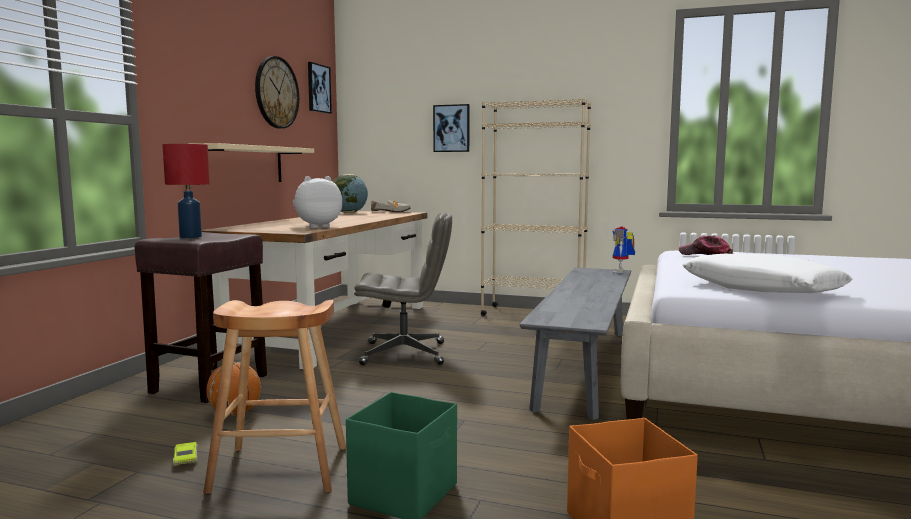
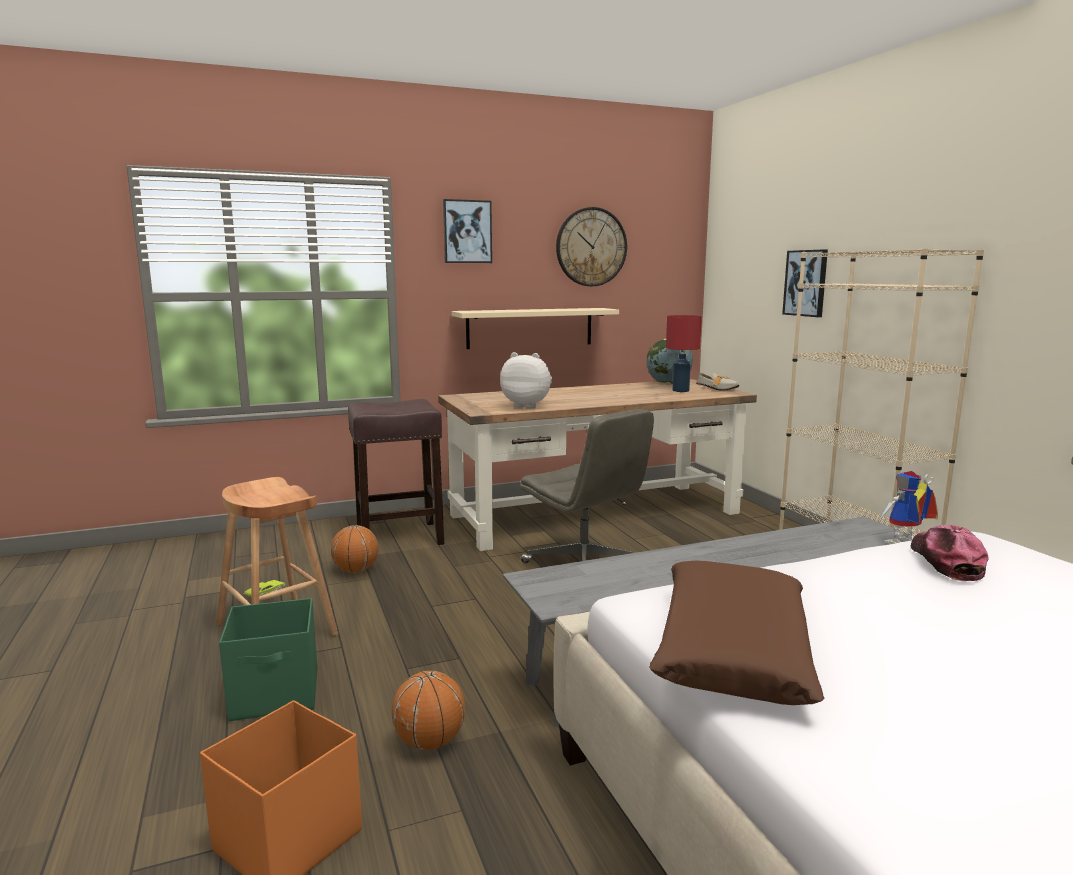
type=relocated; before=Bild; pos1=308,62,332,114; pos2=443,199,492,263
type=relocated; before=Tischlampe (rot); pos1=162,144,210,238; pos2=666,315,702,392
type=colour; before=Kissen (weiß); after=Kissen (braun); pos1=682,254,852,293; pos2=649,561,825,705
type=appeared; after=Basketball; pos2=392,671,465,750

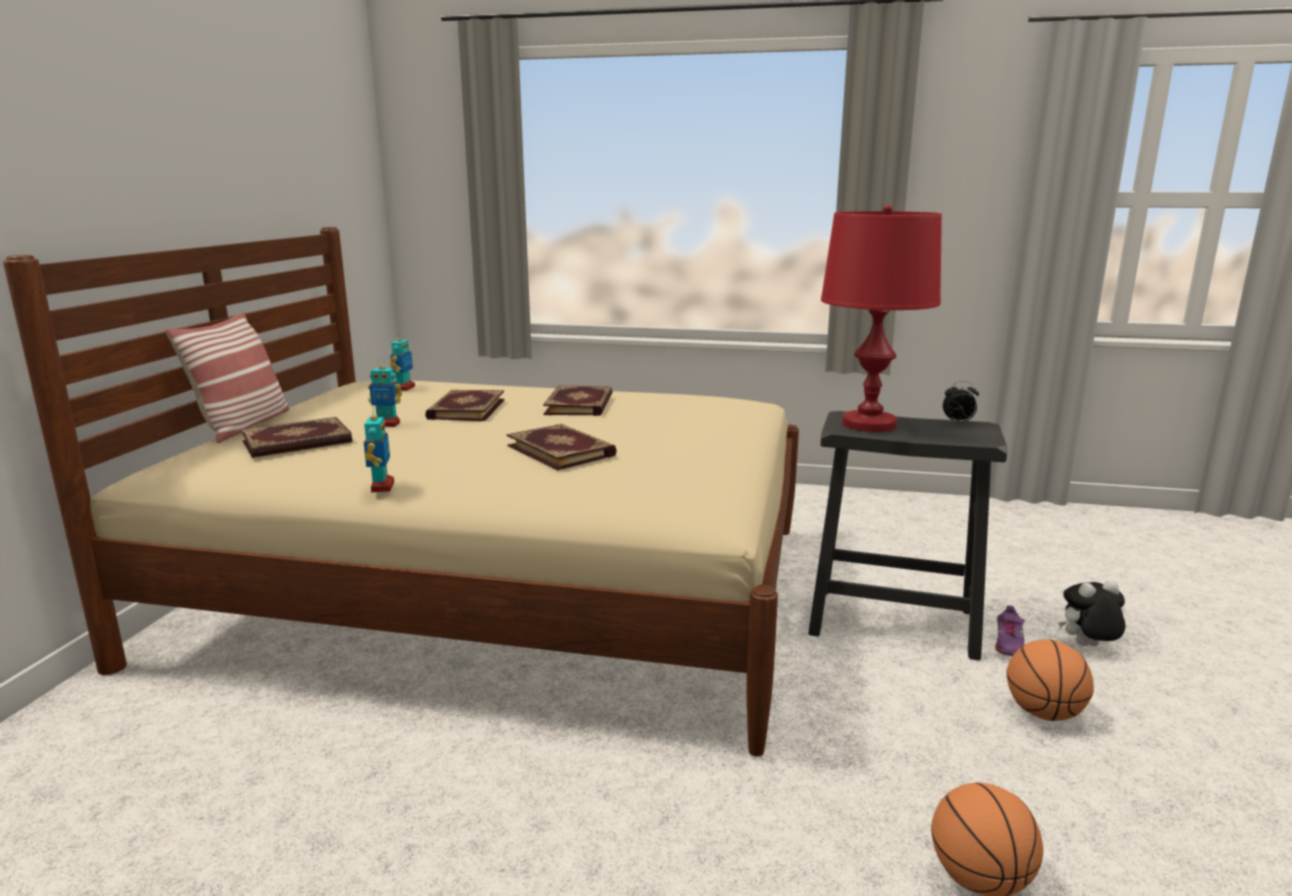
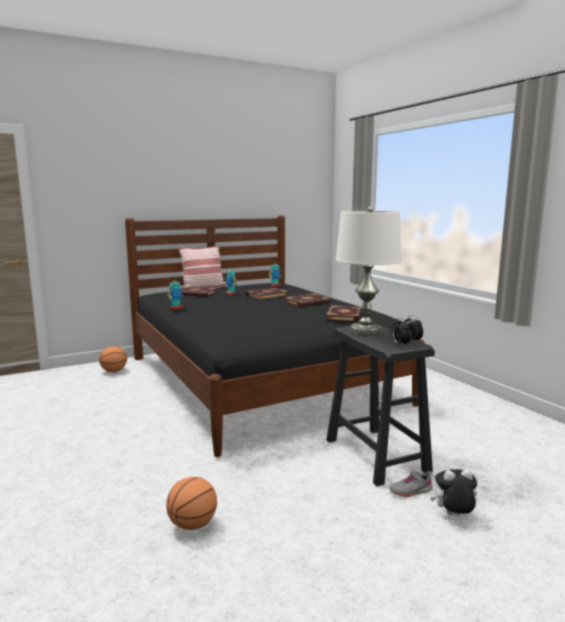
type=colour; before=Tischlampe (rot); after=Tischlampe (weiß); pos1=821,204,942,432; pos2=335,207,402,335
type=colour; before=Bett (beige); after=Bett (schwarz); pos1=3,227,799,757; pos2=125,215,425,457
type=relocated; before=Buch; pos1=507,424,617,470; pos2=326,305,361,322
type=spun; before=Plüschtier; pos1=1059,580,1125,646; pos2=430,469,477,516; turn=-45
type=colour; before=Schuh (lila); after=Schuh (grau); pos1=995,605,1025,656; pos2=389,470,432,497
type=relocated; before=Basketball; pos1=1007,639,1094,721; pos2=99,346,127,372
type=appeared; after=Wecker; pos2=391,318,411,346

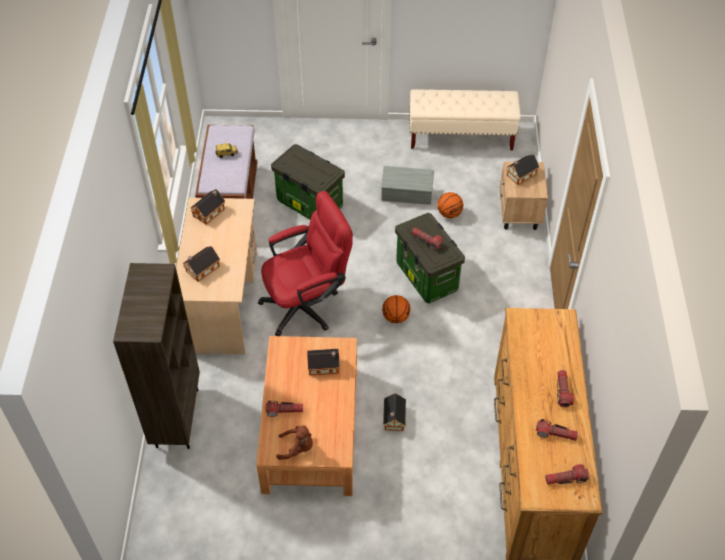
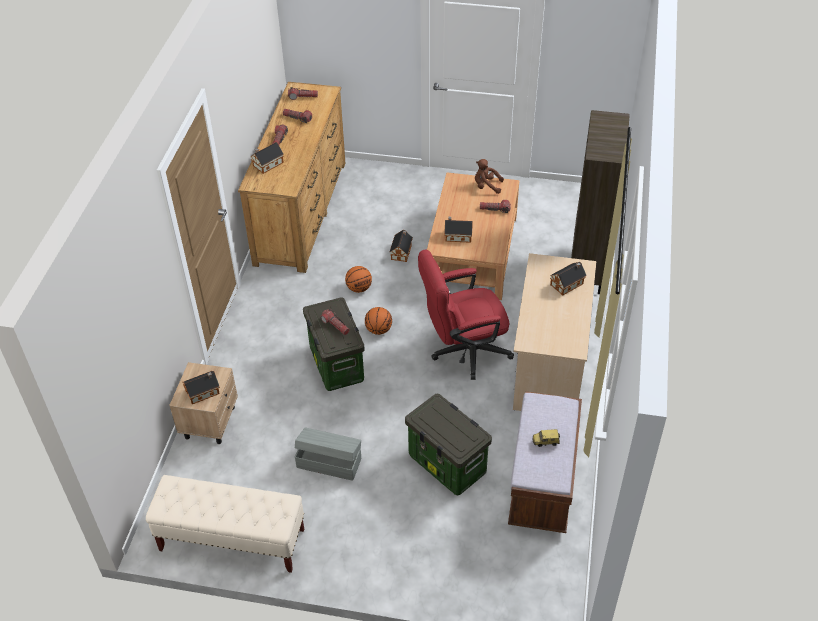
type=relocated; before=Spielzeughaus; pos1=191,189,225,225; pos2=250,142,284,174
type=relocated; before=Basketball; pos1=437,192,463,218; pos2=345,266,372,293

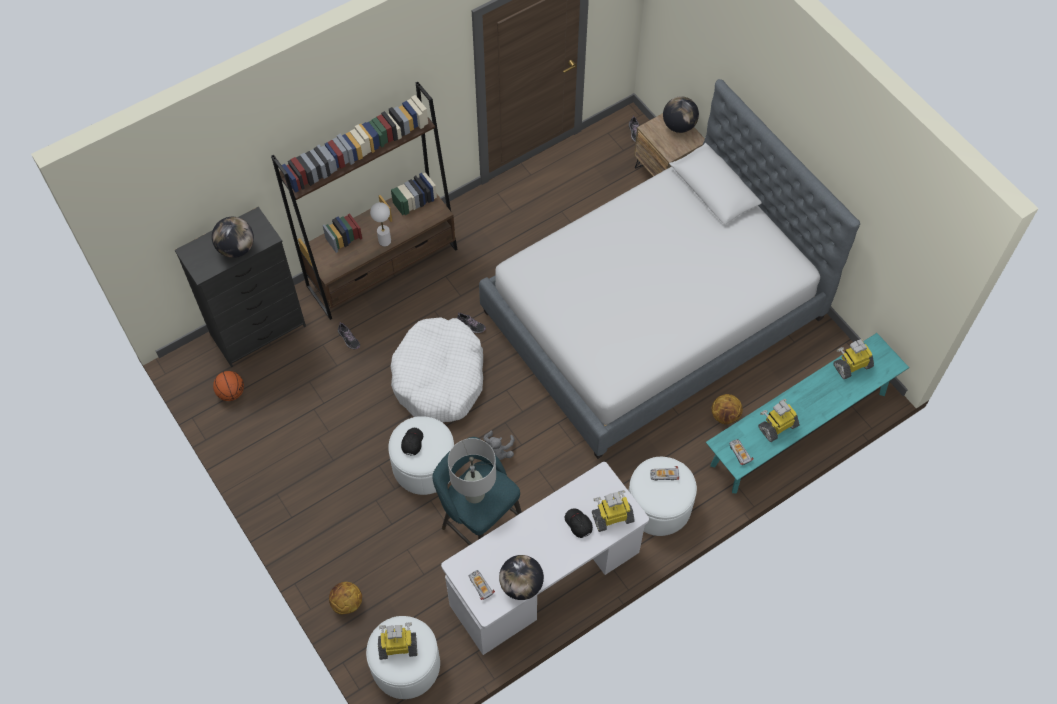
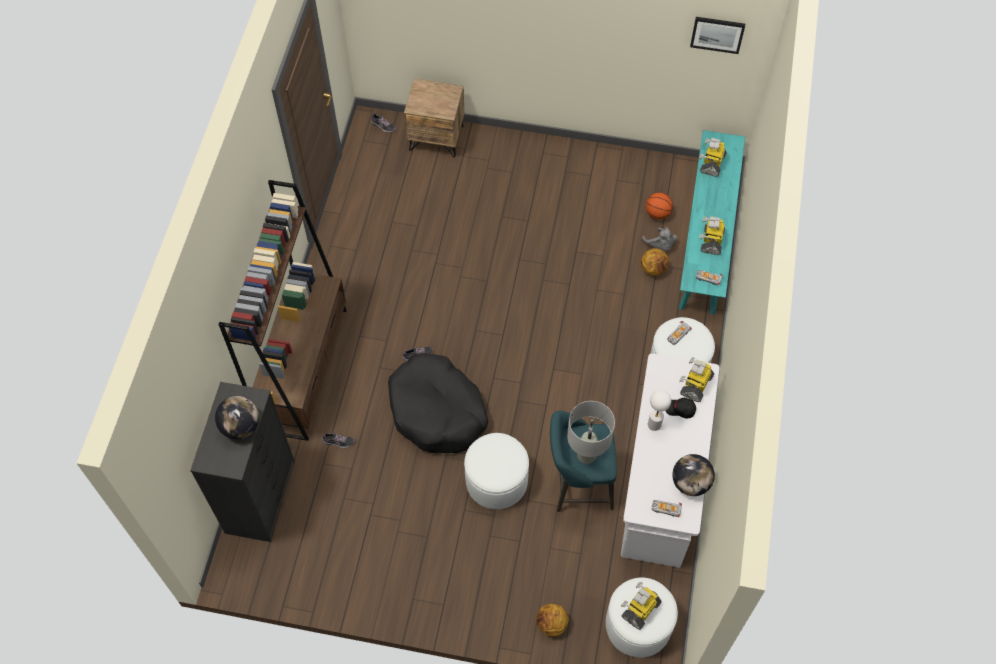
type=missing; before=Bett; pos1=479,79,860,459
type=missing; before=Globus; pos1=663,96,699,133
type=relocated; before=Tischlampe (weiß); pos1=370,202,391,247; pos2=648,390,671,431
type=colour; before=Hundebett (weiß); after=Hundebett (schwarz); pos1=391,317,483,422; pos2=388,354,488,453
type=relocated; before=Basketball; pos1=213,371,244,401; pos2=646,193,673,220
type=missing; before=Kappe (schwarz); pos1=401,428,423,456
type=relocated; before=Plüschtier (grau); pos1=483,430,515,460; pos2=642,227,677,251
type=appeared; after=Bild; pos2=690,17,745,54

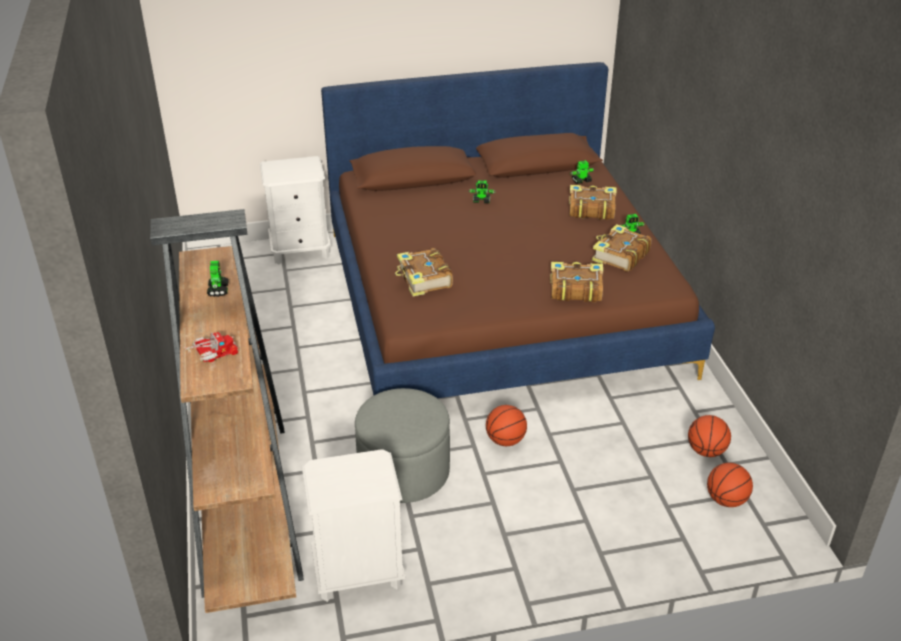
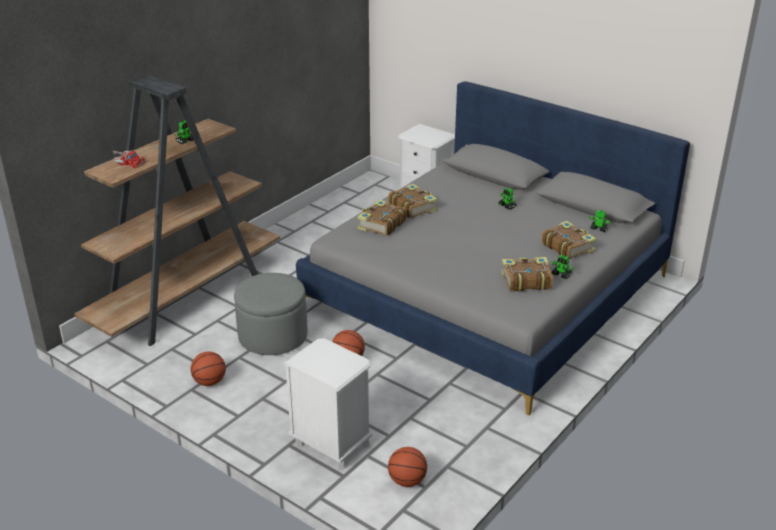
type=colour; before=Bett (braun); after=Bett (grau); pos1=321,62,715,399; pos2=296,81,690,415
type=relocated; before=Buch; pos1=550,262,603,302; pos2=388,184,437,218
type=relocated; before=Basketball; pos1=688,415,731,457; pos2=191,351,226,386
type=relocated; before=Nachttisch (weiß); pos1=302,449,406,602; pos2=284,338,372,470

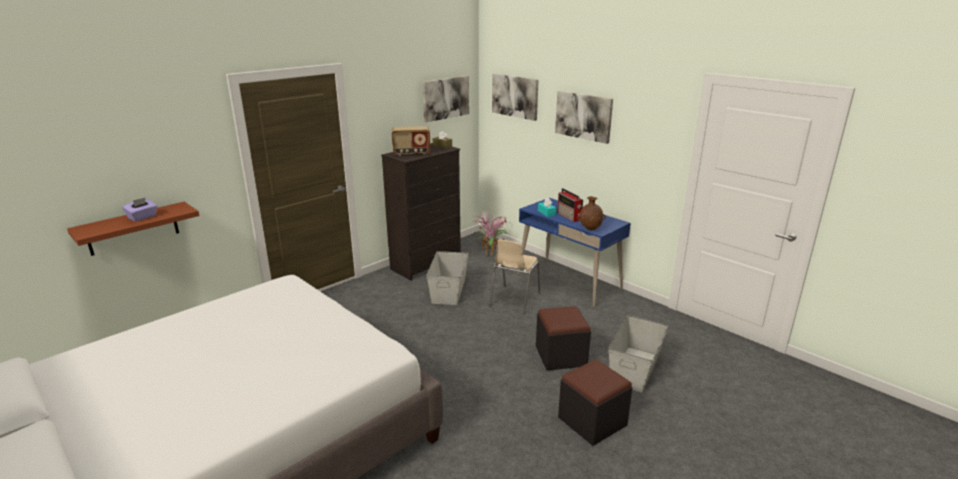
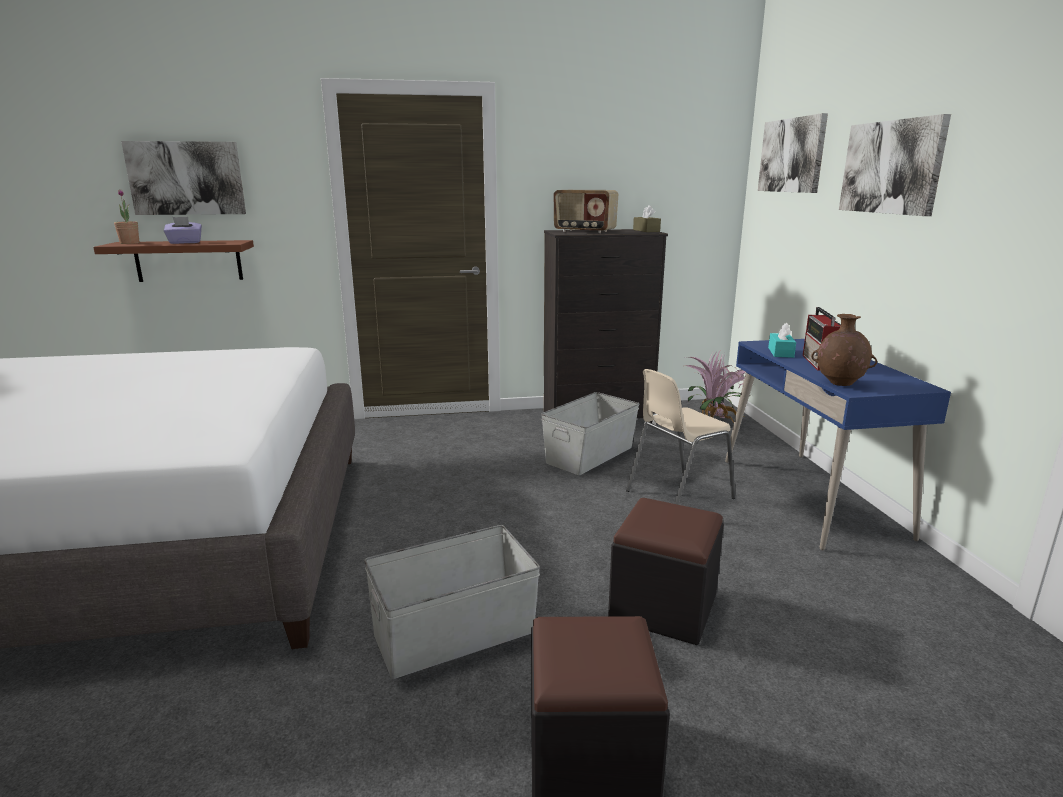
type=relocated; before=Bild; pos1=423,76,469,122; pos2=121,141,246,215
type=relocated; before=Aufbewahrungsbox (grau); pos1=608,315,668,393; pos2=364,525,540,679
type=appeared; after=Topfpflanze; pos2=114,189,139,244

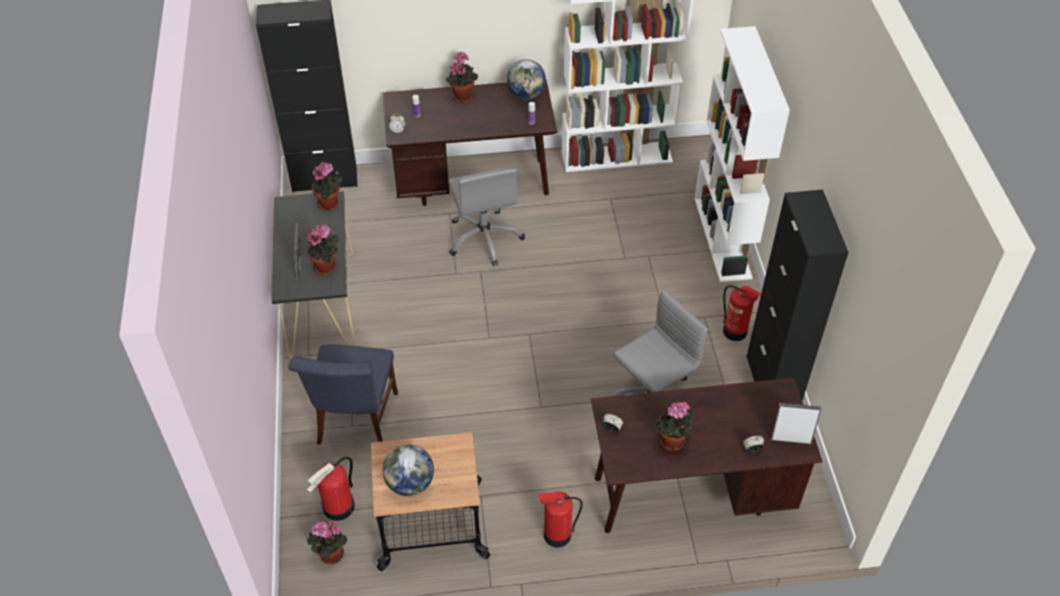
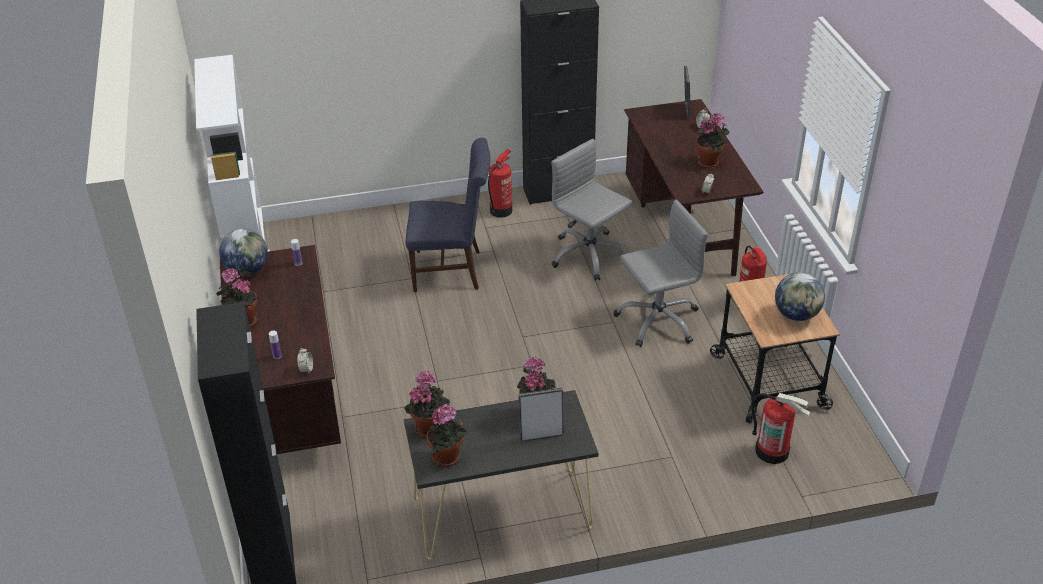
type=missing; before=Bücherregal (weiß); pos1=695,26,790,282
type=relocated; before=Bürostuhl (grau); pos1=448,168,525,266; pos2=613,200,708,347
type=relocated; before=Stuhl (blau); pos1=288,345,398,445; pos2=405,138,491,292
type=relocated; before=Topfpflanze; pos1=307,521,348,565; pos2=426,404,467,467

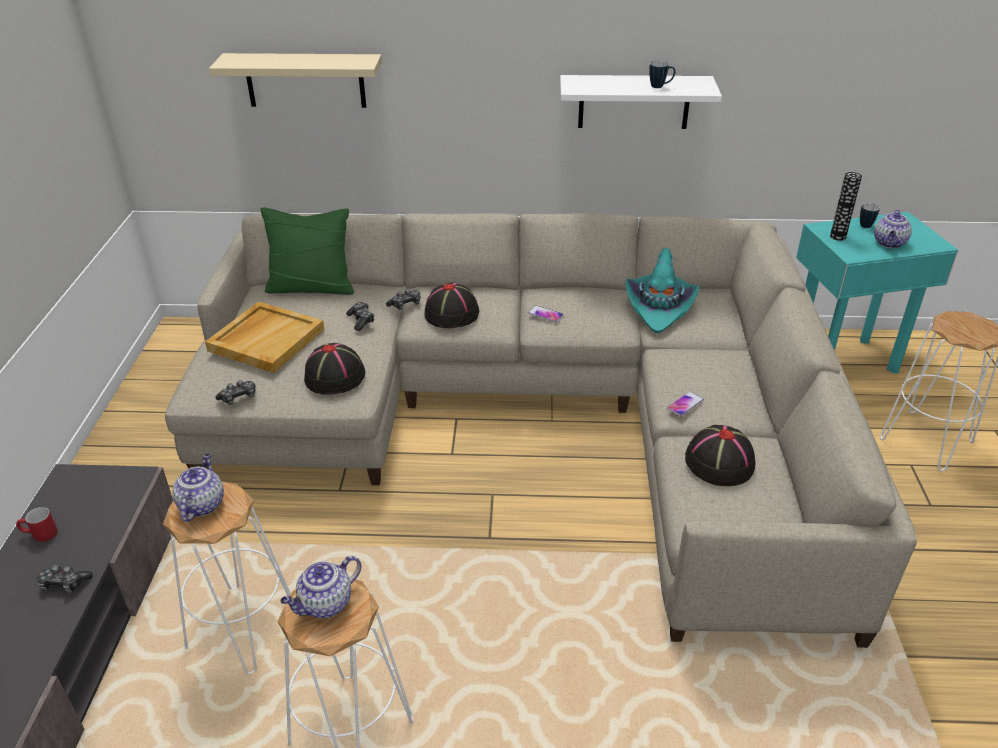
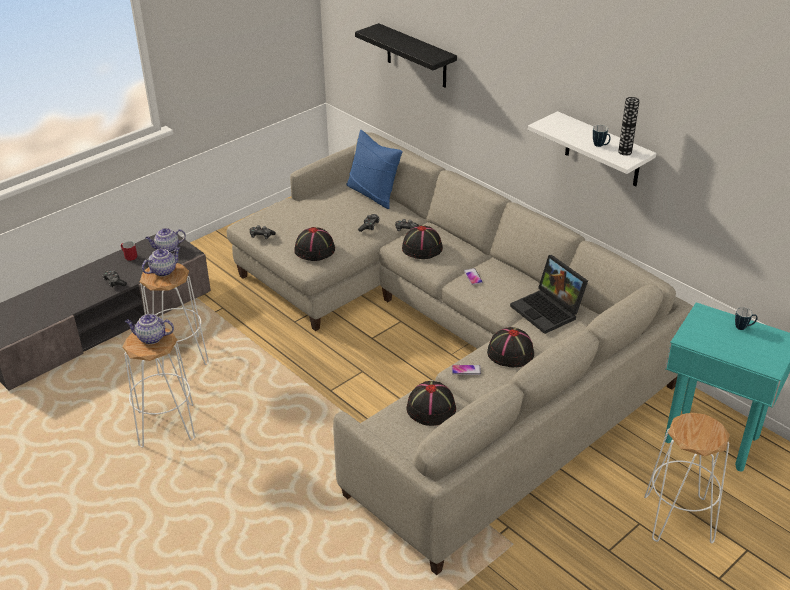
type=colour; before=Wandregal (beige); after=Wandregal (schwarz); pos1=209,53,382,108; pos2=355,23,457,87
type=relocated; before=Vase; pos1=830,172,862,241; pos2=618,97,640,156
type=colour; before=Kissen (grün); after=Kissen (blau); pos1=260,207,354,295; pos2=346,130,403,209
type=relocated; before=Teekanne; pos1=874,209,912,248; pos2=145,228,186,252
type=exchanged; before=Hut (türkis); after=Laptop; pos1=626,248,699,333; pos2=510,255,588,334
type=missing; before=Tablett (beige); pos1=205,301,324,373
type=appeared; after=Hut (schwarz); pos2=487,327,534,367

